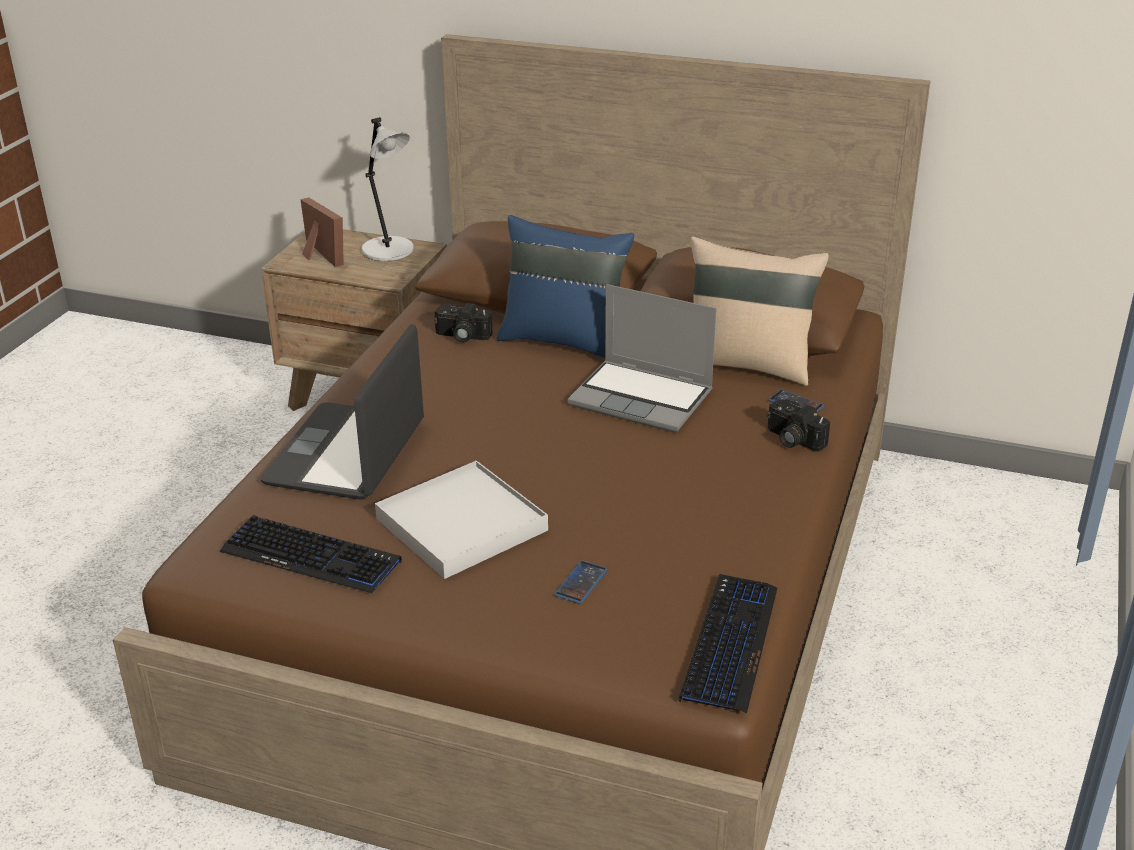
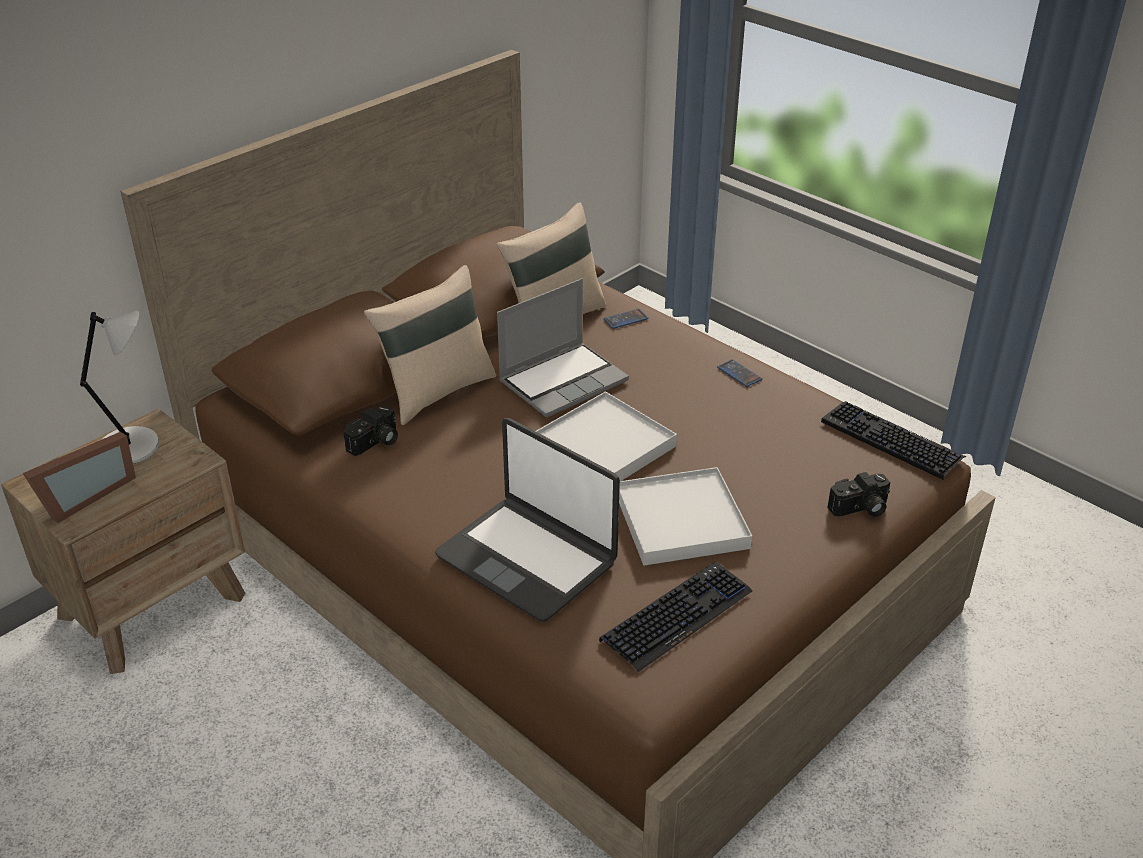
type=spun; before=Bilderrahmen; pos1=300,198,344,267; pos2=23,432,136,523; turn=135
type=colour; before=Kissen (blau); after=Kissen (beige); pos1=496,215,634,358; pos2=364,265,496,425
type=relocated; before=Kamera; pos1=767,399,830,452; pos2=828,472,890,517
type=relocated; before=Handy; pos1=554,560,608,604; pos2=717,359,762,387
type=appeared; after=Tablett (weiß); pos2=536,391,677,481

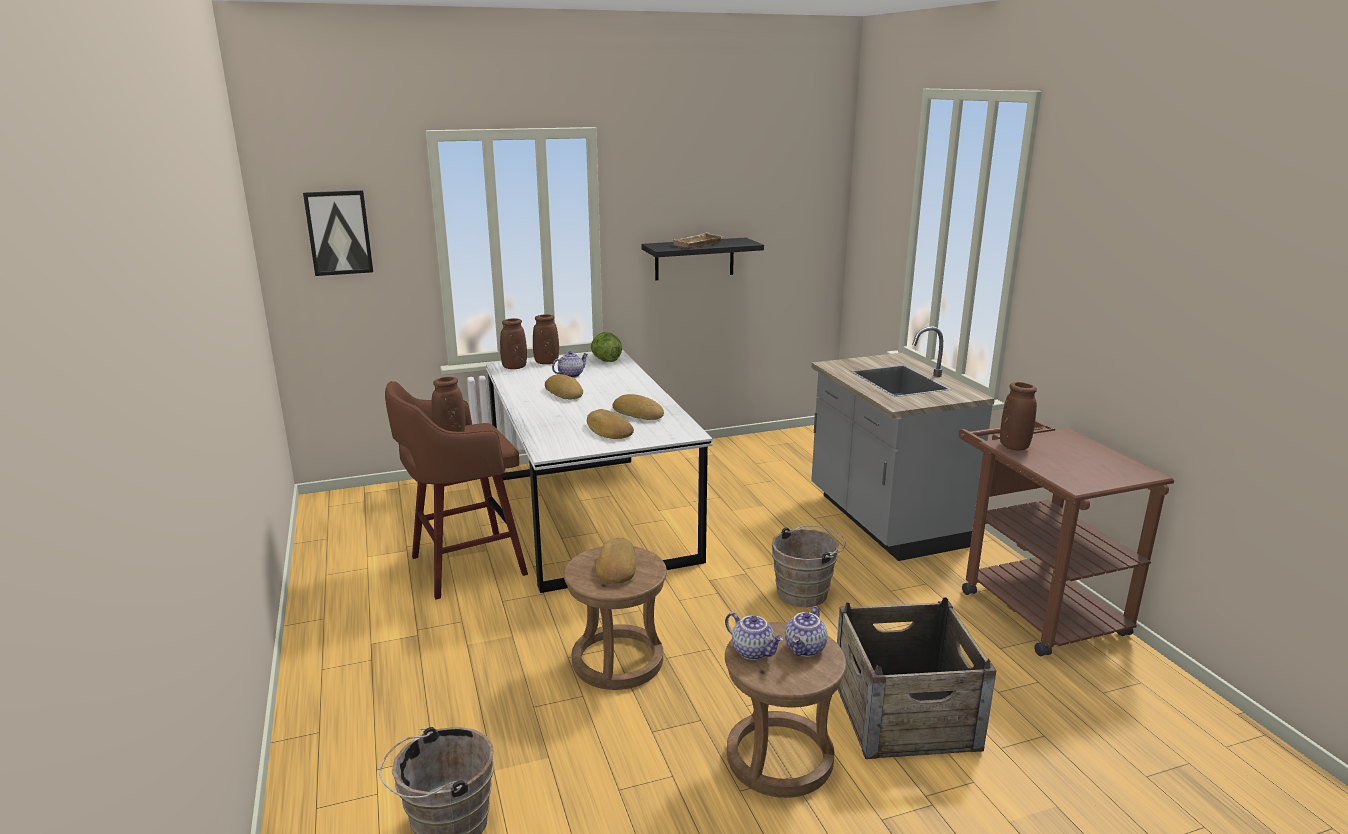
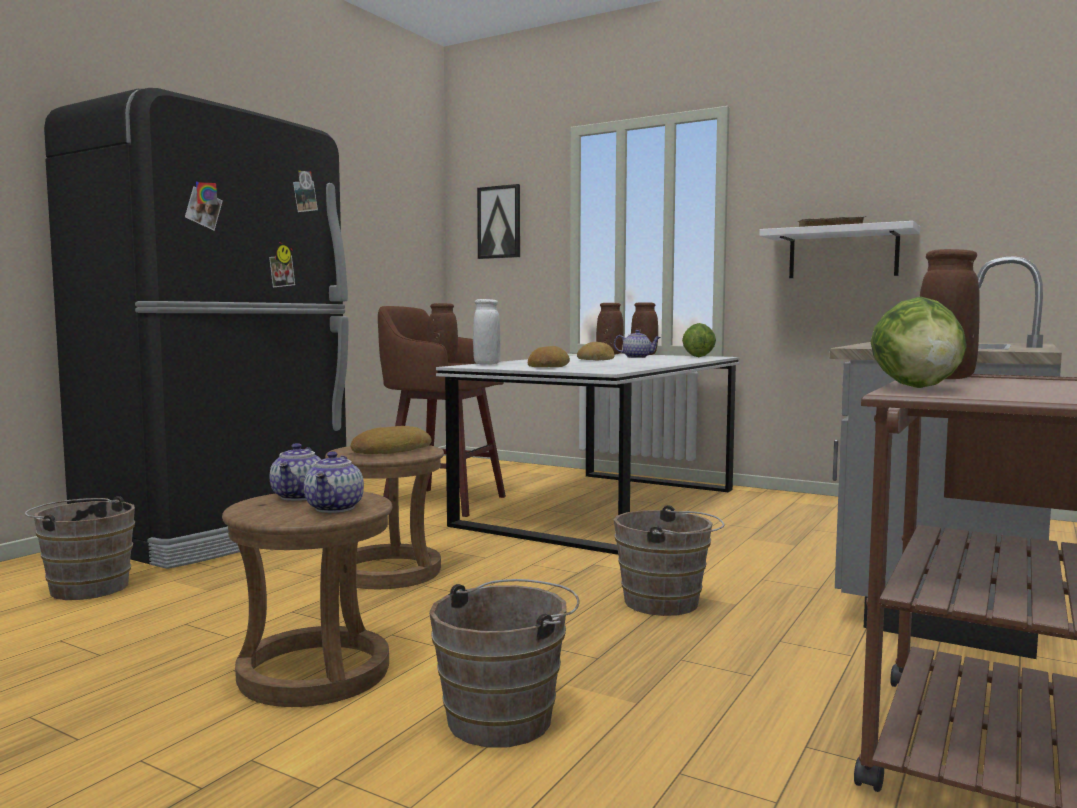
type=colour; before=Wandregal (schwarz); after=Wandregal (weiß); pos1=642,238,764,280; pos2=759,221,920,278
type=missing; before=Brot; pos1=612,394,664,420
type=exchanged; before=Kiste; after=Eimer (braun); pos1=837,597,997,759; pos2=429,579,580,747
type=spun; before=Teekanne; pos1=785,606,828,657; pos2=304,451,364,513; turn=-75
type=appeared; after=Kühlschrank (schwarz); pos2=44,88,349,569
type=appeared; after=Salatkopf; pos2=870,297,967,388
type=appeared; after=Vase (weiß); pos2=473,299,501,365

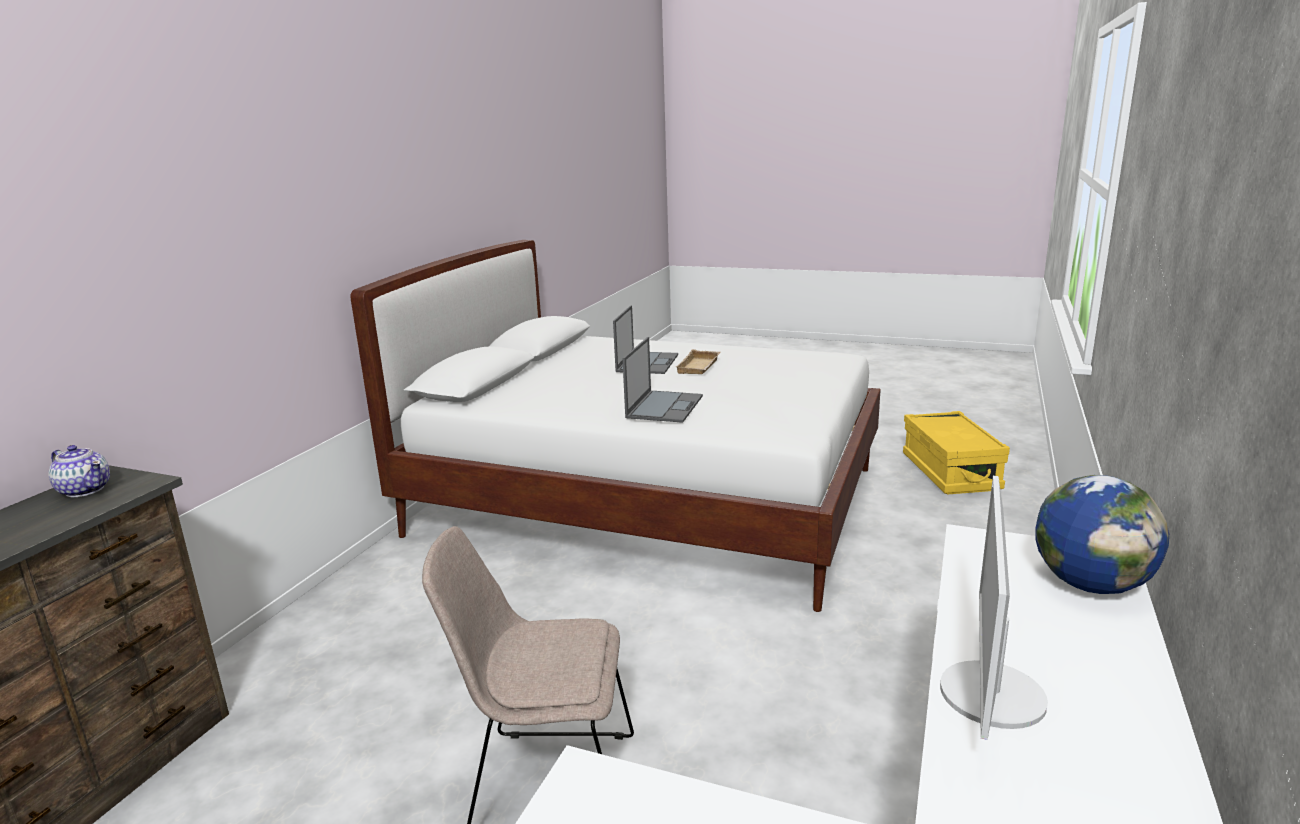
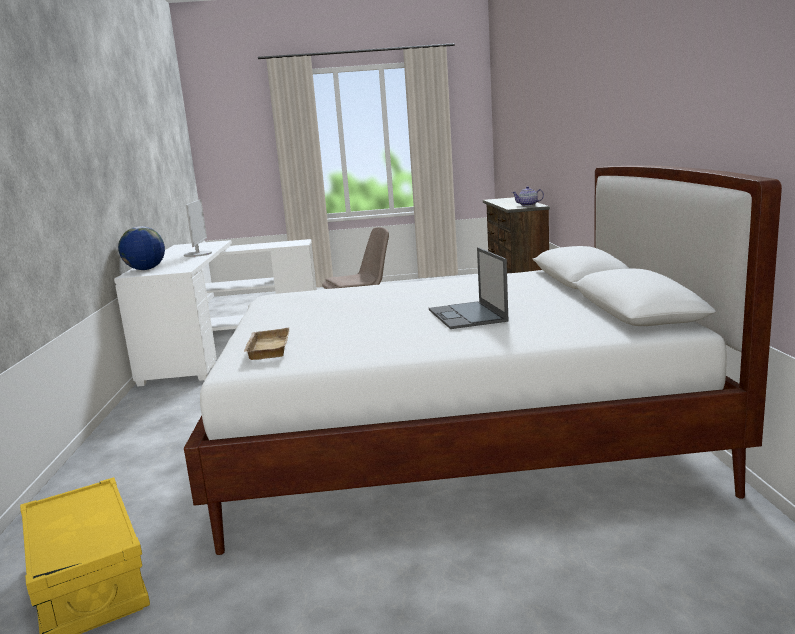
type=missing; before=Laptop; pos1=622,337,703,423
type=relocated; before=Tablett (beige); pos1=676,349,720,374; pos2=244,328,289,360

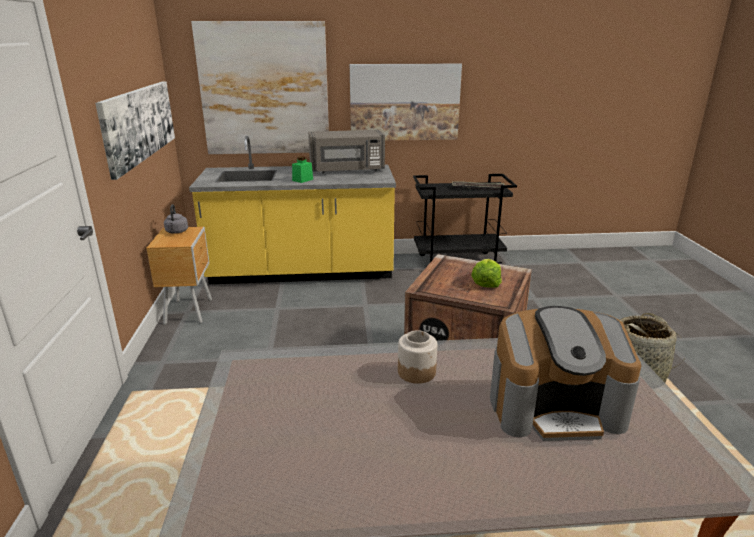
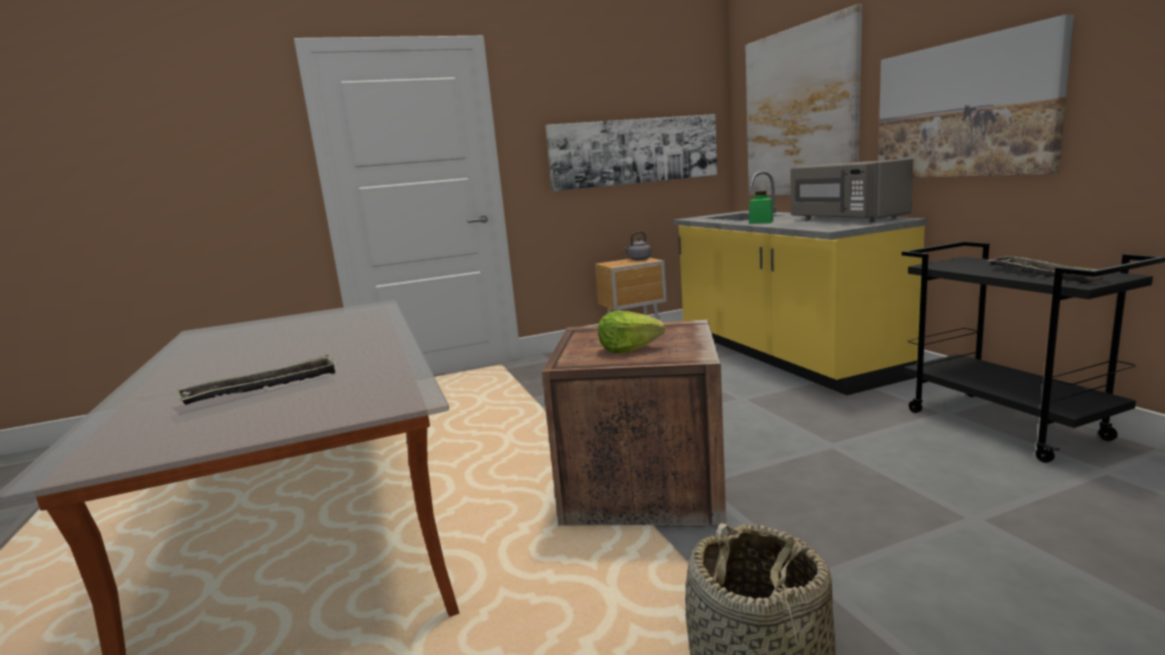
type=exchanged; before=Kaffeemaschine; after=Tablett; pos1=490,306,641,441; pos2=176,355,338,405
type=missing; before=Vorratsglas; pos1=398,330,437,384

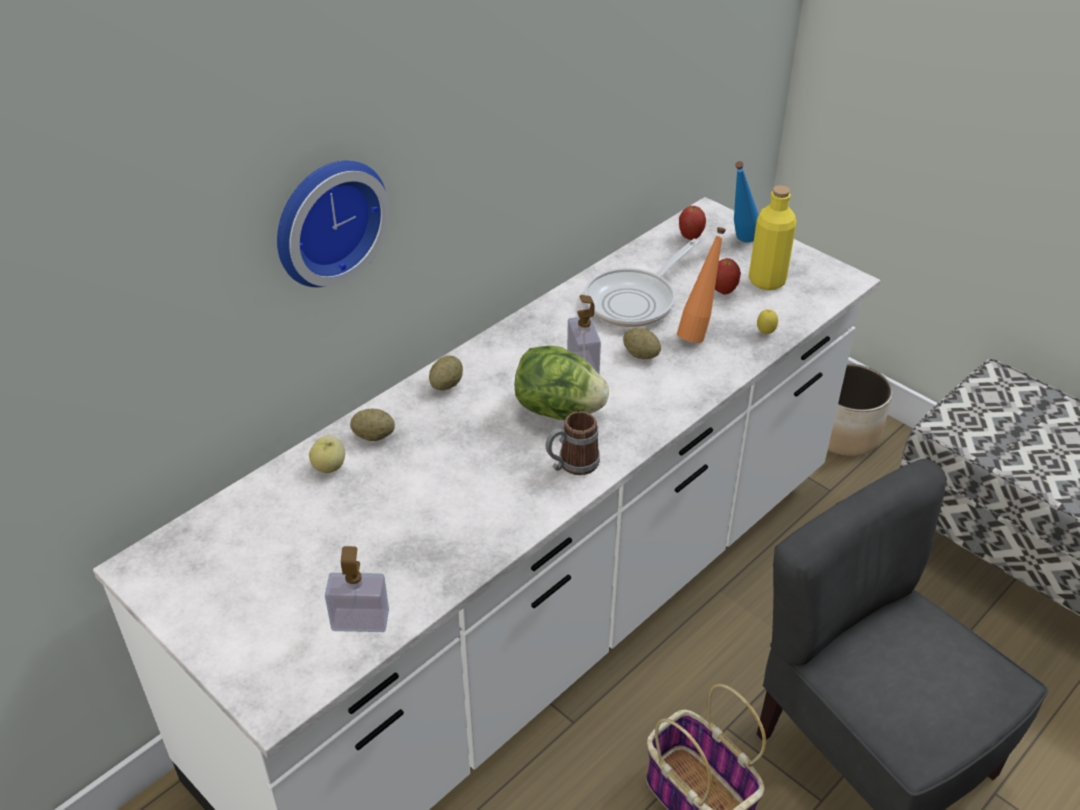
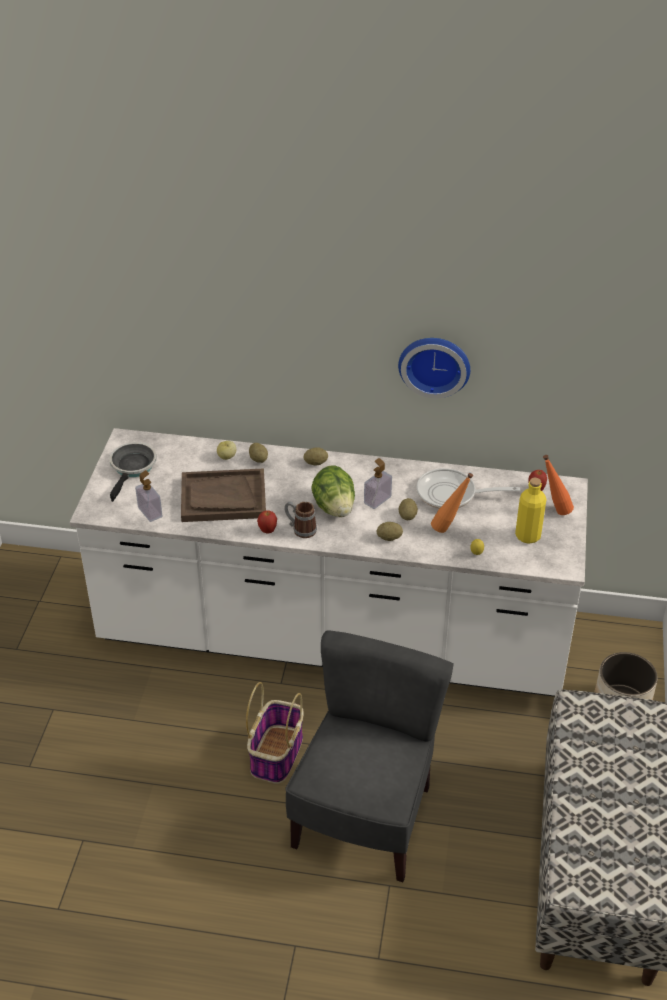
type=relocated; before=Wanduhr; pos1=277,161,390,287; pos2=398,338,470,398
type=colour; before=Flasche (blau); after=Flasche (orange); pos1=734,161,759,242; pos2=543,455,574,515
type=relocated; before=Apfel; pos1=715,258,741,295; pos2=257,510,277,534
type=appeared; after=Pfanne; pos2=109,442,157,502
type=appeared; after=Tablett (braun); pos2=181,468,266,522
type=appeared; after=Kartoffel; pos2=377,522,403,541

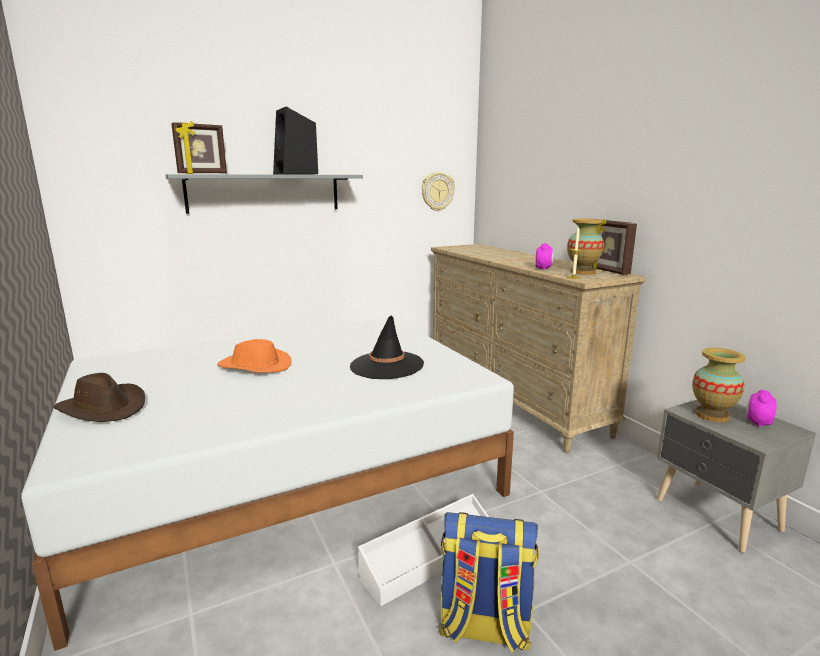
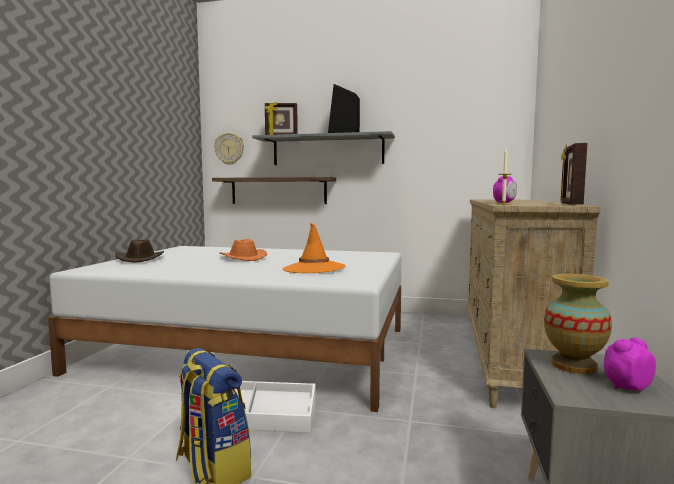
type=relocated; before=Wanduhr; pos1=422,172,455,211; pos2=214,132,244,165
type=missing; before=Vase; pos1=567,219,604,275
type=colour; before=Hut (schwarz); after=Hut (orange); pos1=350,315,424,379; pos2=283,223,345,273
type=appeared; after=Wandregal; pos2=212,177,336,204

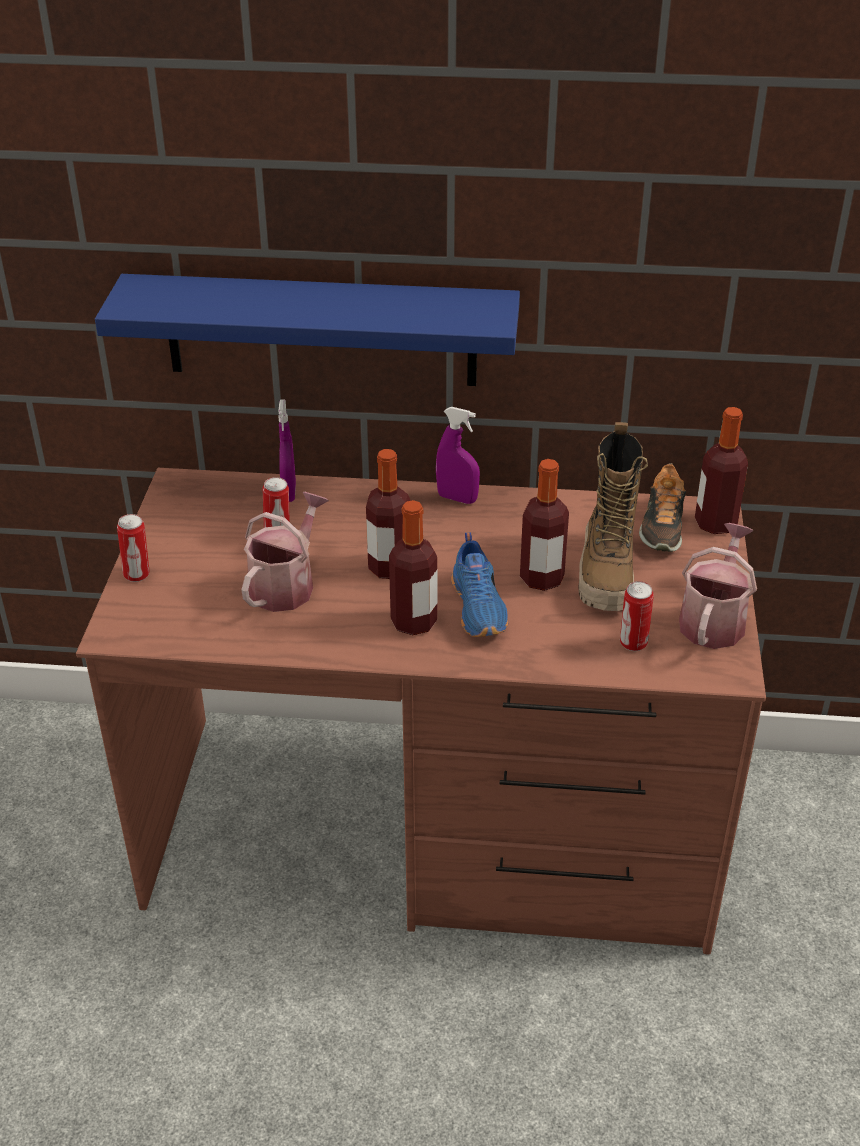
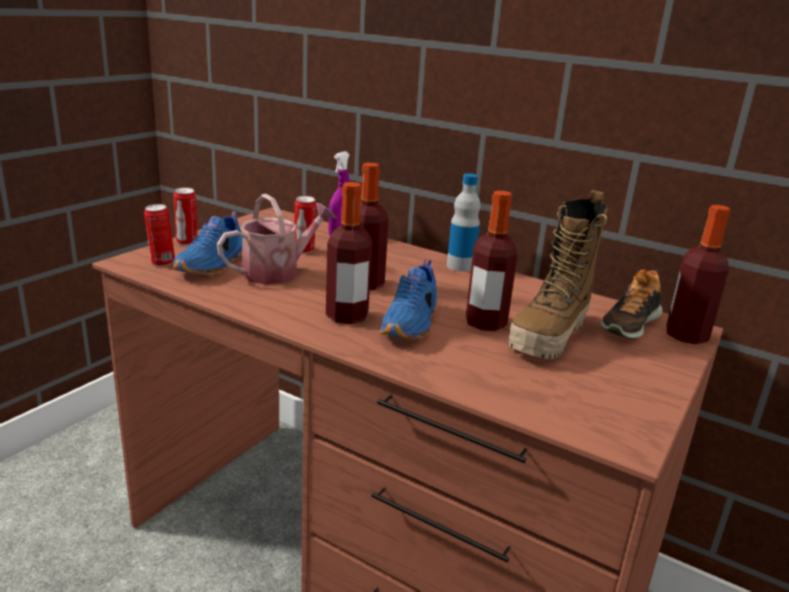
type=missing; before=Wandregal (blau); pos1=95,274,520,386
type=exchanged; before=Sprühflasche (lila); after=Flasche; pos1=436,407,480,504; pos2=447,173,481,272
type=missing; before=Gießkanne; pos1=679,523,757,649
type=relocated; before=Dose; pos1=620,581,654,651; pos2=144,204,175,266
type=appeared; after=Schuh (blau); pos2=173,211,242,276

